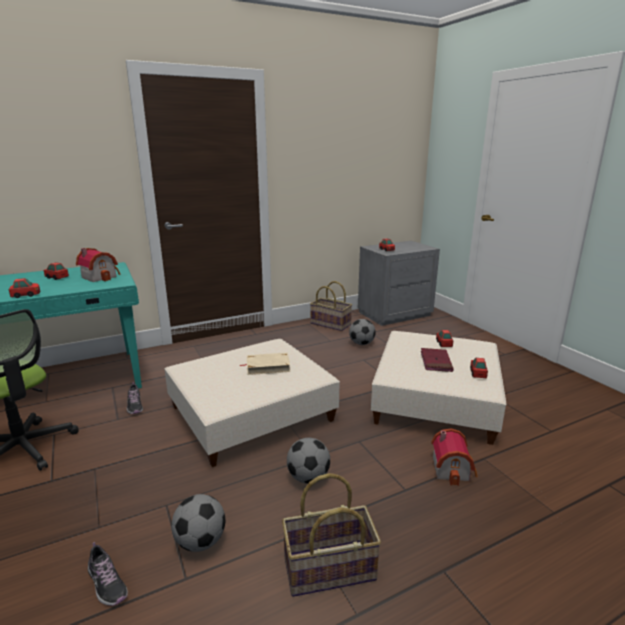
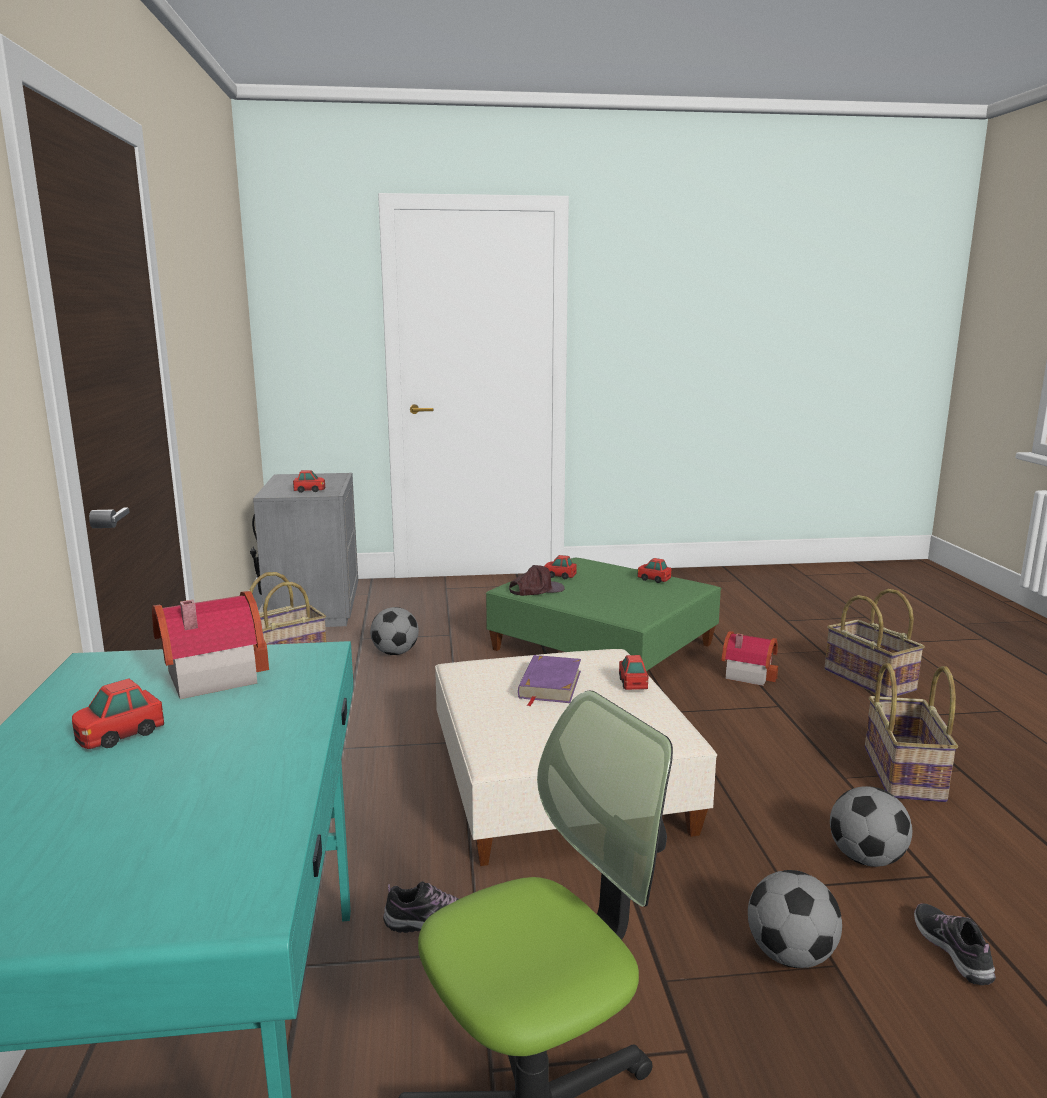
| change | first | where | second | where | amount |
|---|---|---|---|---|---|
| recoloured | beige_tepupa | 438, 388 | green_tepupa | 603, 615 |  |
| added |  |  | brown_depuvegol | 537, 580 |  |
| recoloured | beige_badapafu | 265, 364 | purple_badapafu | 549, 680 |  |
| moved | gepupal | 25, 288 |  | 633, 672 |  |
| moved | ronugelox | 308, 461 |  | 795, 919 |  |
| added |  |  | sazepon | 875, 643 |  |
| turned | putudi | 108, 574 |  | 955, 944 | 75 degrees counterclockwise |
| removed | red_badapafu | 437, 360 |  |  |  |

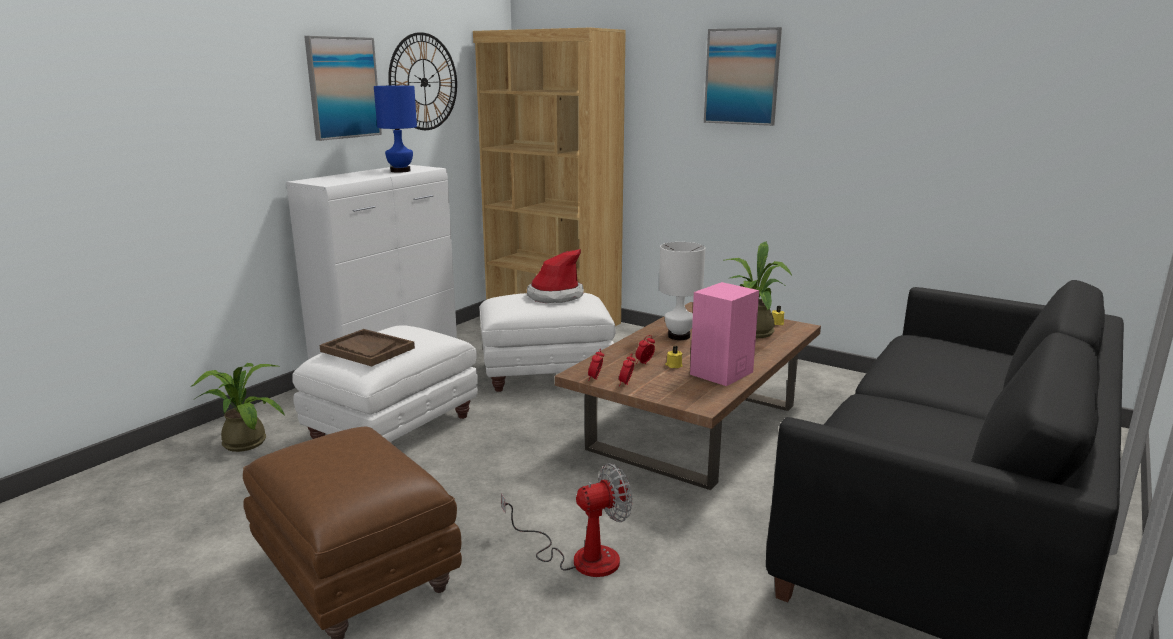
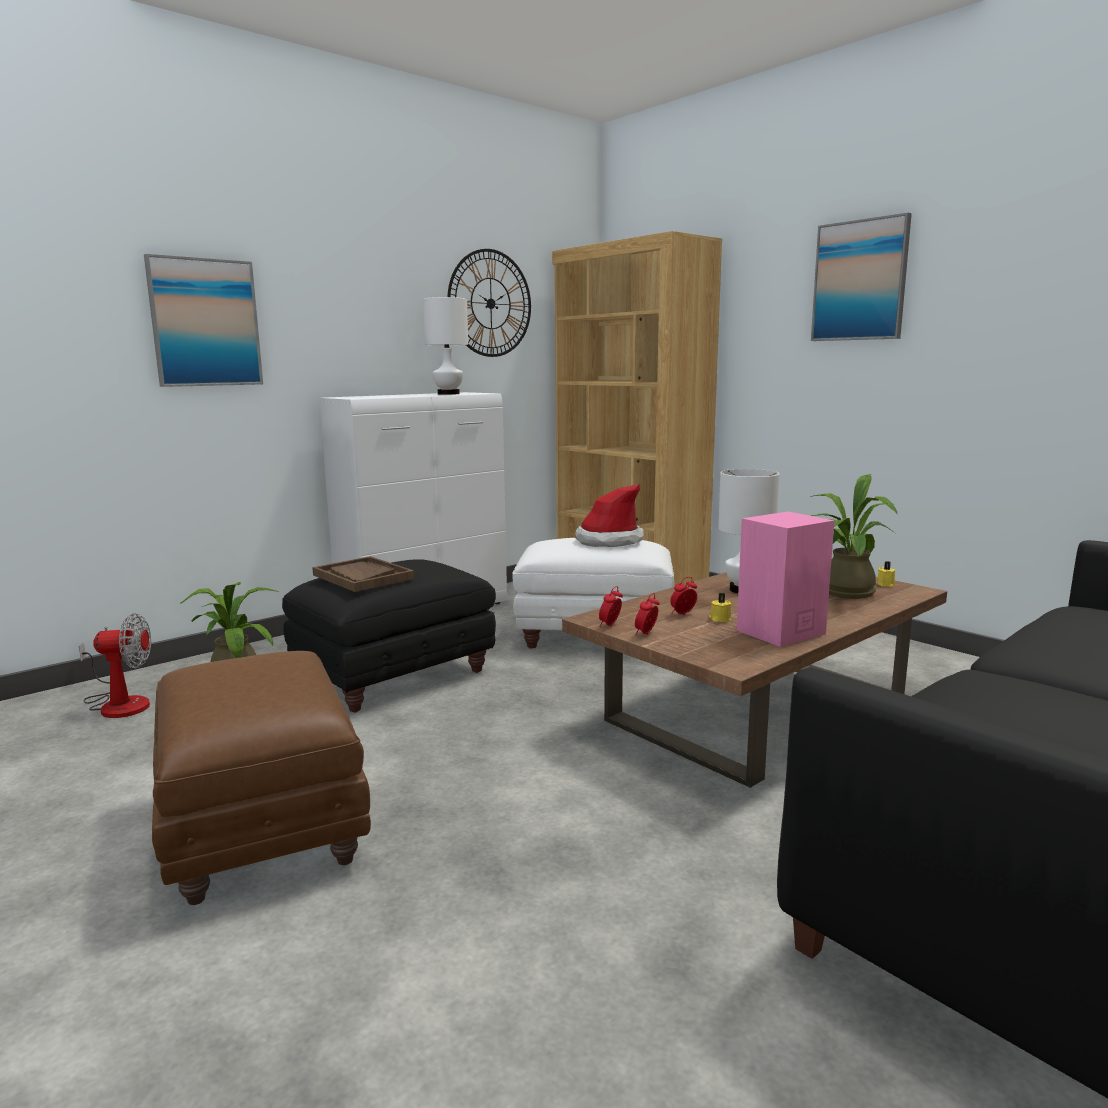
| change | first | where | second | where | amount |
|---|---|---|---|---|---|
| moved | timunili | 566, 520 |  | 115, 665 |  |
| moved | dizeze | 343, 88 |  | 203, 320 |  |
| recoloured | white_tepupa | 385, 383 | black_tepupa | 389, 635 |  |
| recoloured | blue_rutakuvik | 395, 129 | white_rutakuvik | 445, 346 |  |

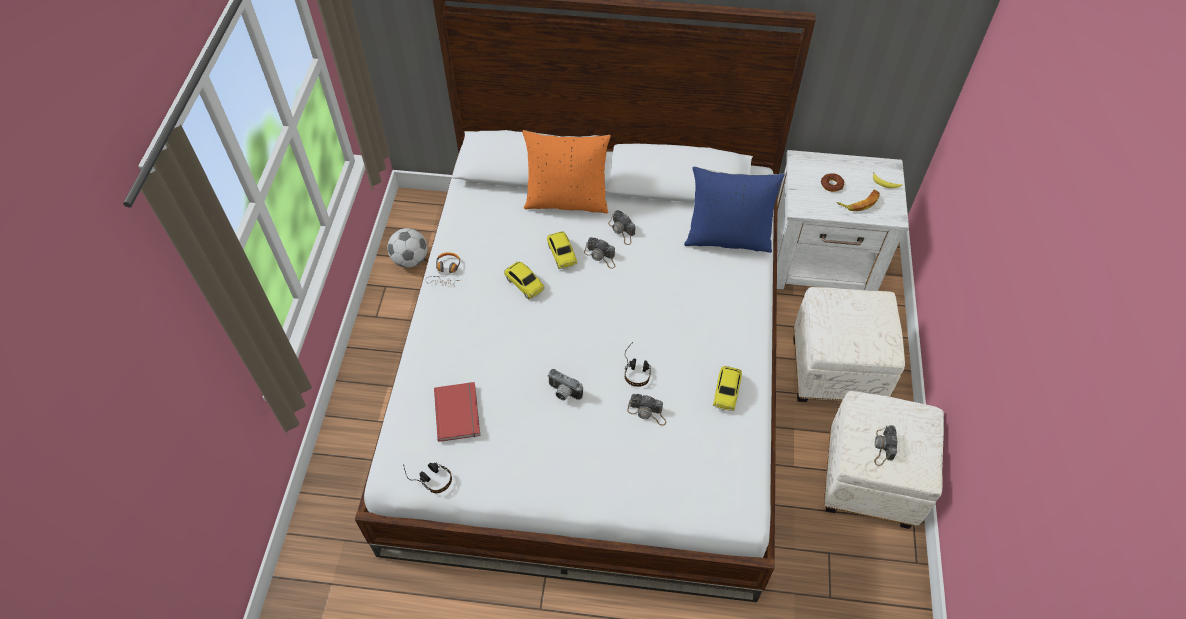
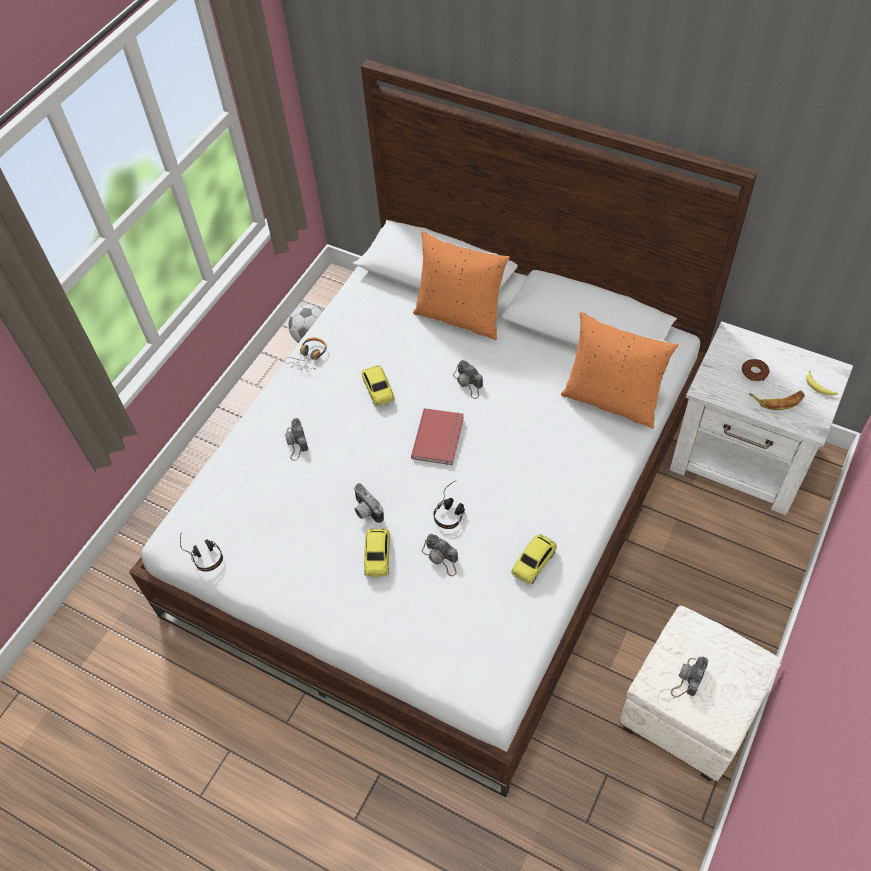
| change | first | where | second | where | amount |
|---|---|---|---|---|---|
| moved | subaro | 621, 227 |  | 296, 439 |  |
| moved | gepupal | 562, 250 |  | 377, 553 |  |
| moved | red_badapafu | 457, 412 |  | 437, 436 |  |
| recoloured | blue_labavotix | 734, 209 | orange_labavotix | 620, 370 |  |
| removed | white_tepupa | 849, 344 |  |  |  |

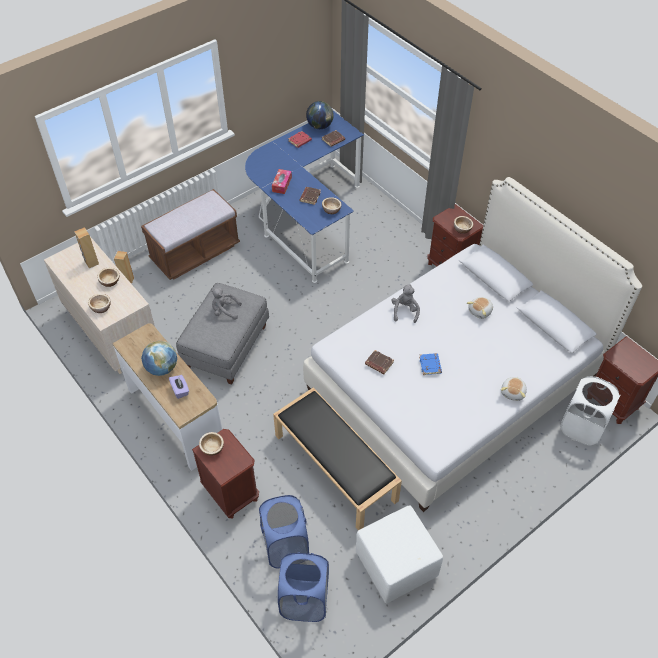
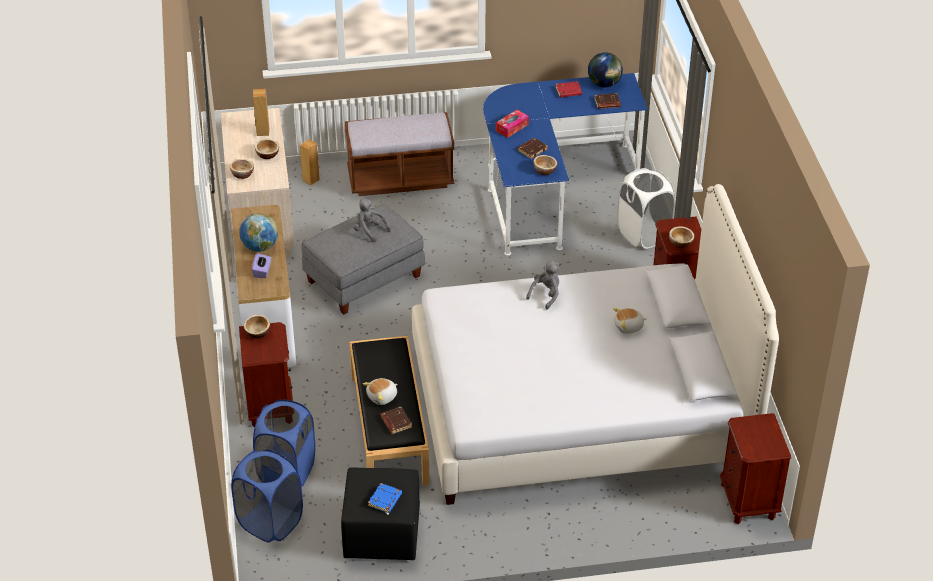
| change | first | where | second | where | amount |
|---|---|---|---|---|---|
| recoloured | white_tepupa | 399, 554 | black_tepupa | 380, 513 |  |
| moved | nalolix | 514, 389 |  | 380, 391 |  |
| moved | blue_badapafu | 430, 364 |  | 385, 498 |  |
| moved | brown_badapafu | 379, 362 |  | 396, 420 |  |
| moved | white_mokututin | 590, 410 |  | 646, 208 |  |

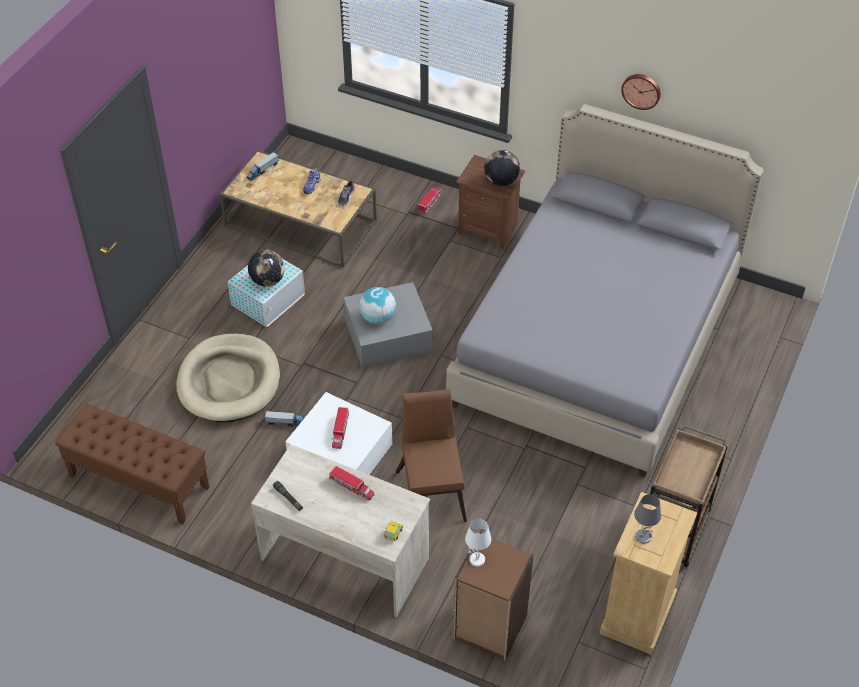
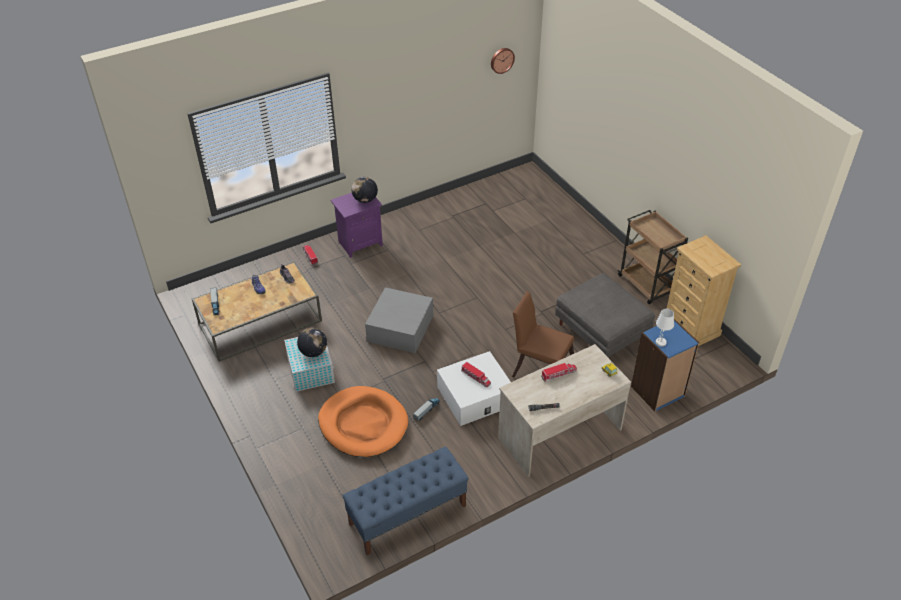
| change | first | where | second | where | amount |
|---|---|---|---|---|---|
| recoloured | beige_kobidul | 228, 378 | orange_kobidul | 363, 421 |  |
| recoloured | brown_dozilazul | 490, 202 | purple_dozilazul | 357, 225 |  |
| recoloured | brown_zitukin | 132, 464 | blue_zitukin | 405, 501 |  |
| moved | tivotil | 641, 92 |  | 503, 61 |  |
| added |  |  | grey_tepupa | 605, 315 |  |
| recoloured | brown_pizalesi | 493, 597 | blue_pizalesi | 665, 365 |  |
| removed | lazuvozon | 377, 305 |  |  |  |
| removed | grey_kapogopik | 605, 290 |  |  |  |
| removed | grey_rutakuvik | 647, 519 |  |  |  |

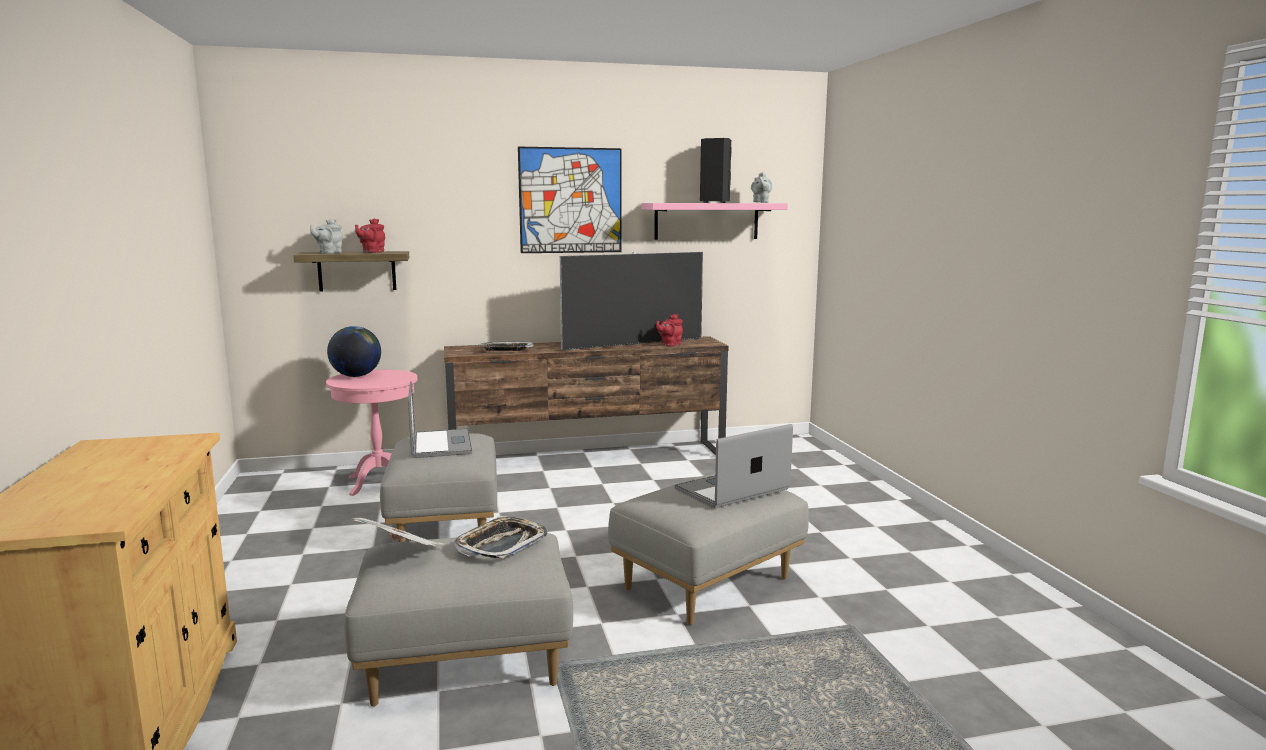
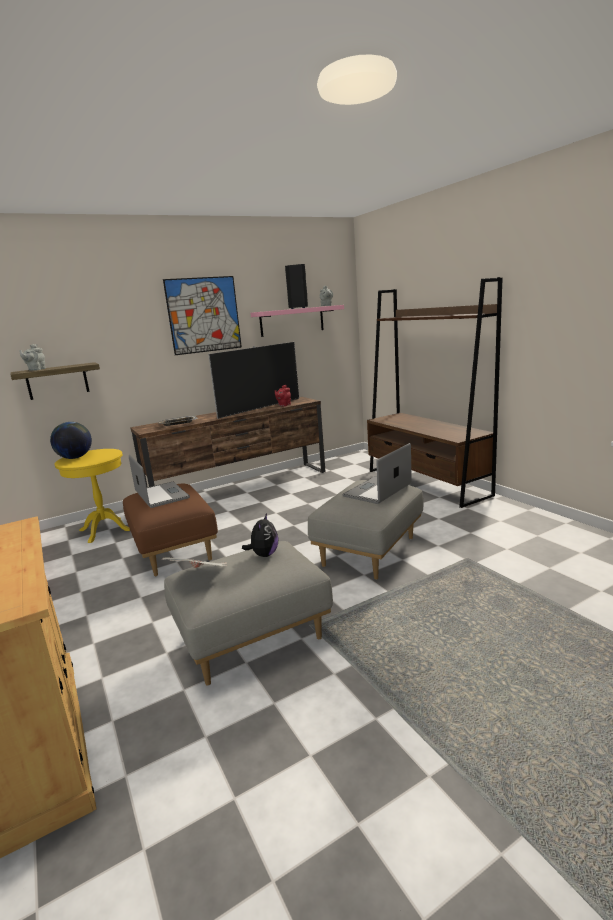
| change | first | where | second | where | amount |
|---|---|---|---|---|---|
| recoloured | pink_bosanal | 371, 433 | yellow_bosanal | 92, 496 |  |
| recoloured | grey_tepupa | 438, 487 | brown_tepupa | 170, 529 |  |
| replaced | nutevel | 501, 537 | nalolix | 260, 535 |  |
| added |  |  | brown_pizalesi | 435, 392 |  |
| removed | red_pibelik | 370, 236 |  |  |  |

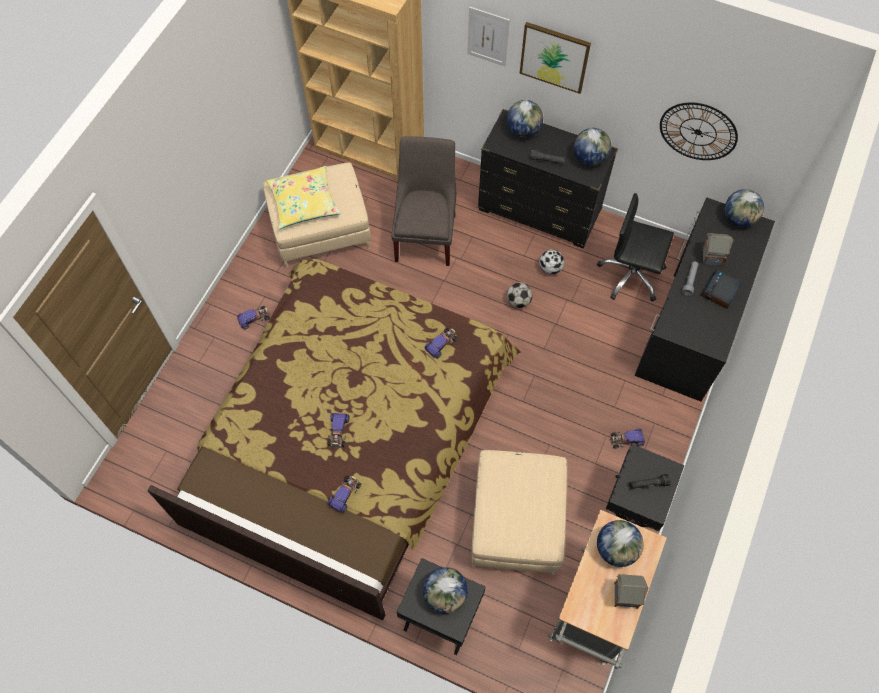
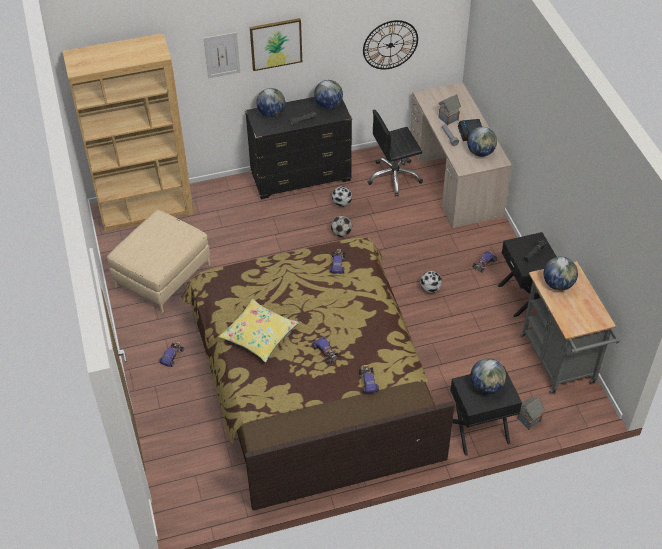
| change | first | where | second | where | amount |
|---|---|---|---|---|---|
| moved | yellow_labavotix | 303, 197 |  | 259, 330 |  |
| recoloured | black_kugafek | 704, 299 | beige_kugafek | 461, 155 |  |
| added |  |  | ronugelox | 431, 282 |  |
| moved | lazuvozon | 744, 208 |  | 482, 142 |  |
| moved | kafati | 631, 591 |  | 531, 413 |  |
| removed | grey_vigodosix | 423, 201 |  |  |  |
| removed | beige_tepupa | 519, 512 |  |  |  |

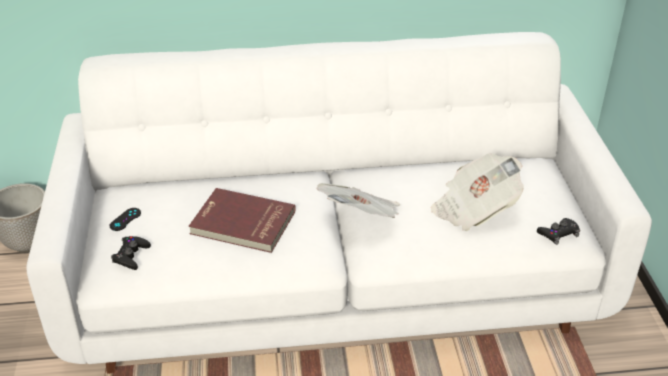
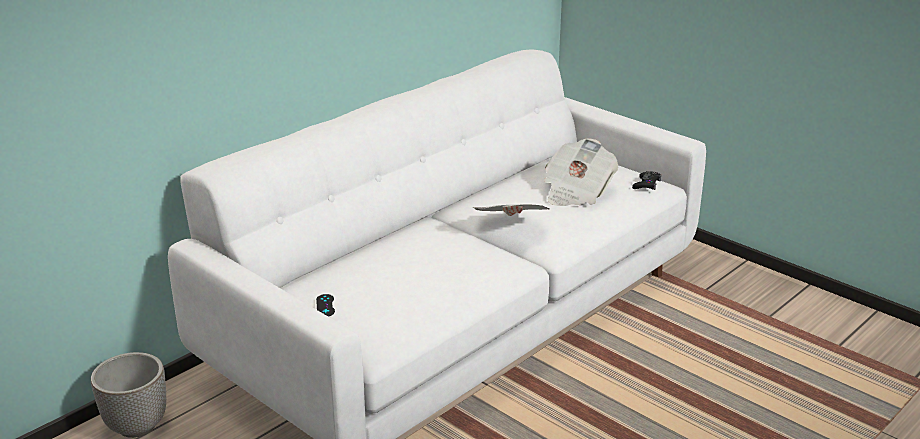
| change | first | where | second | where | amount |
|---|---|---|---|---|---|
| removed | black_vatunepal | 131, 253 |  |  |  |
| removed | red_badapafu | 242, 220 |  |  |  |

